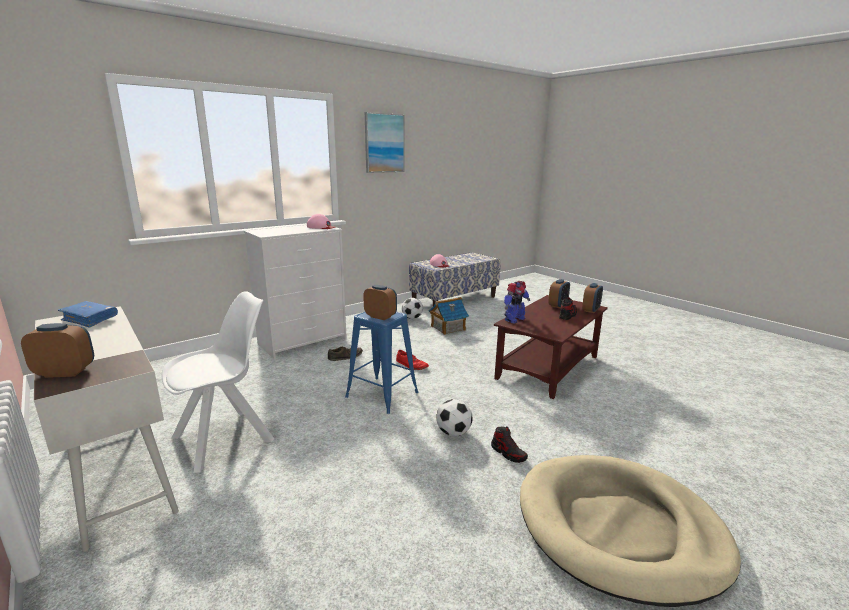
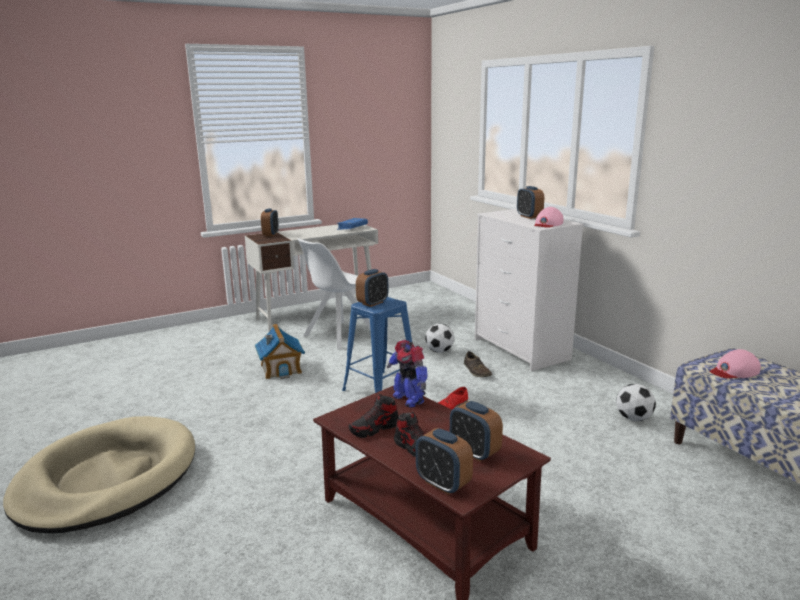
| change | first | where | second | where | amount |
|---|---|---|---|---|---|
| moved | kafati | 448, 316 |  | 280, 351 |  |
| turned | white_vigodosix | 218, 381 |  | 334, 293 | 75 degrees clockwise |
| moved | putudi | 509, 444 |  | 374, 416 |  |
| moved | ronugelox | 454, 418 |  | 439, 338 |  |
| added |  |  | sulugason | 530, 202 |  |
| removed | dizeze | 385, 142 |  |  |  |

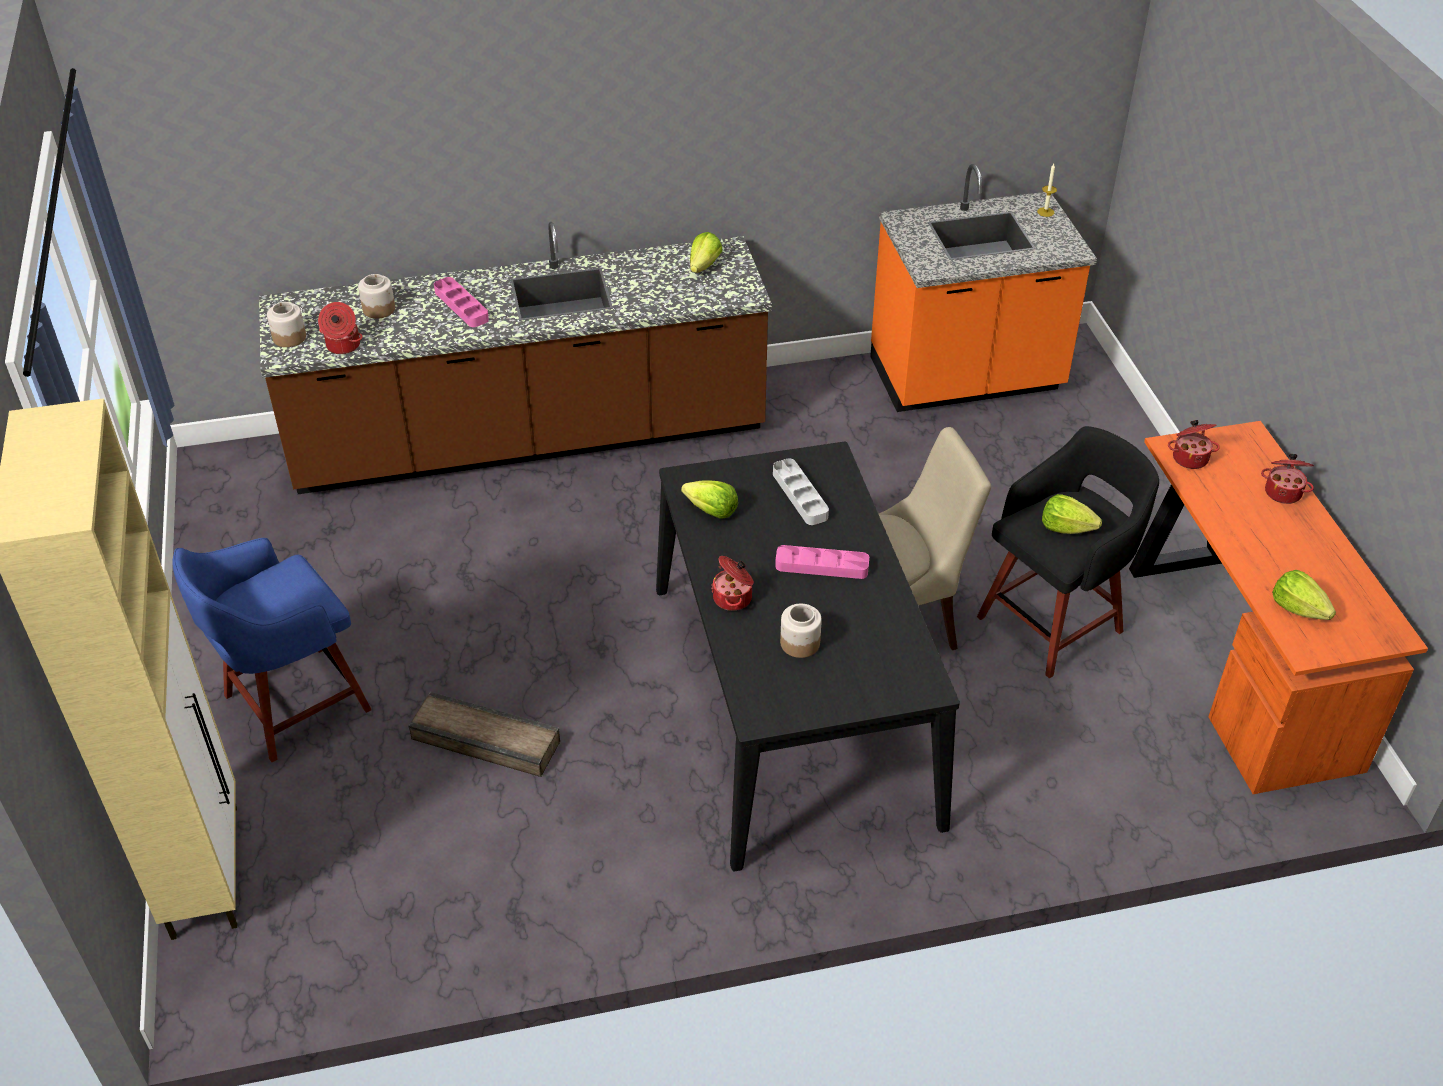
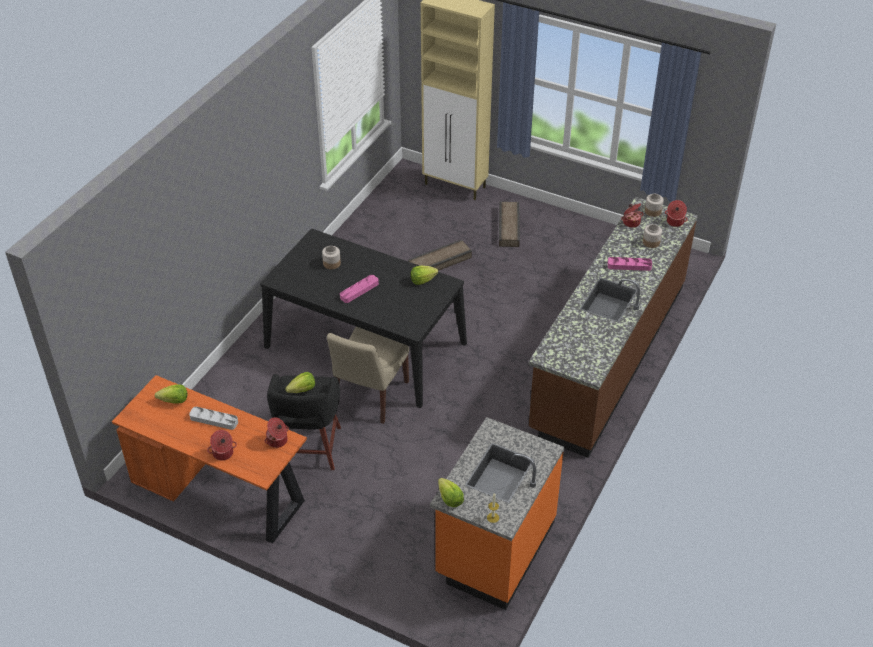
| change | first | where | second | where | amount |
|---|---|---|---|---|---|
| moved | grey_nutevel | 801, 492 |  | 213, 418 |  |
| moved | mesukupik | 706, 252 |  | 451, 492 |  |
| replaced | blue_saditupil | 272, 650 | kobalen | 509, 224 |  |
| moved | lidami | 732, 583 |  | 676, 213 |  |

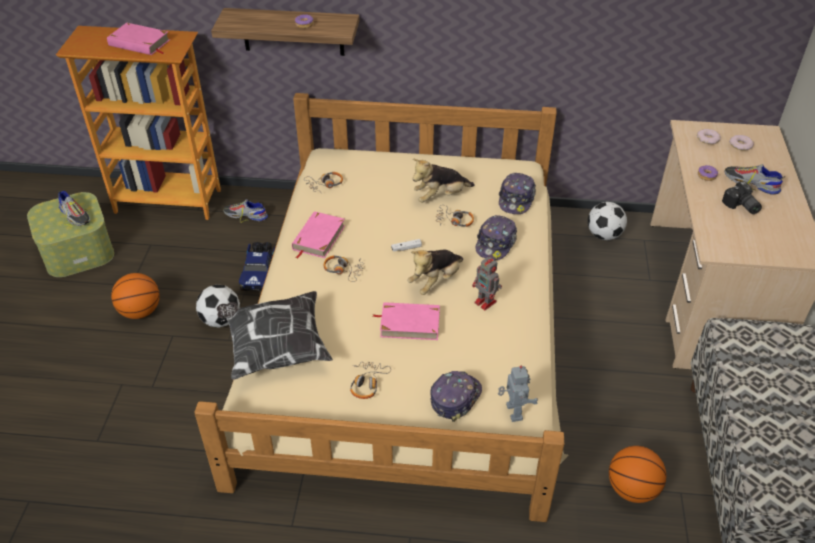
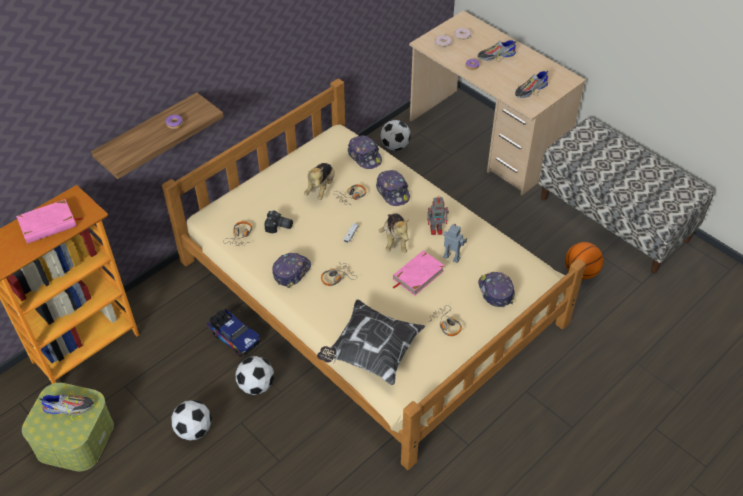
| change | first | where | second | where | amount |
|---|---|---|---|---|---|
| replaced | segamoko | 135, 296 | ronugelox | 191, 420 |  |
| moved | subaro | 742, 197 |  | 278, 221 |  |
| replaced | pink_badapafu | 318, 235 | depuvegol | 291, 270 |  |
| moved | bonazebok | 518, 394 |  | 455, 243 |  |
| moved | putudi | 245, 211 |  | 531, 84 |  |

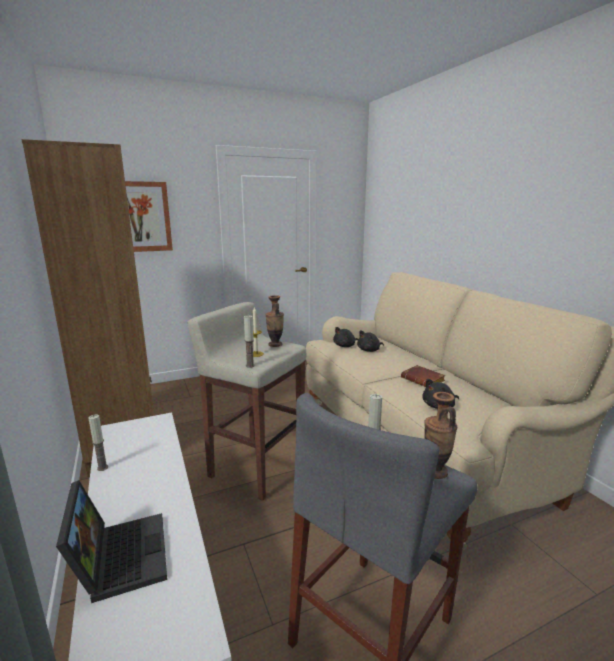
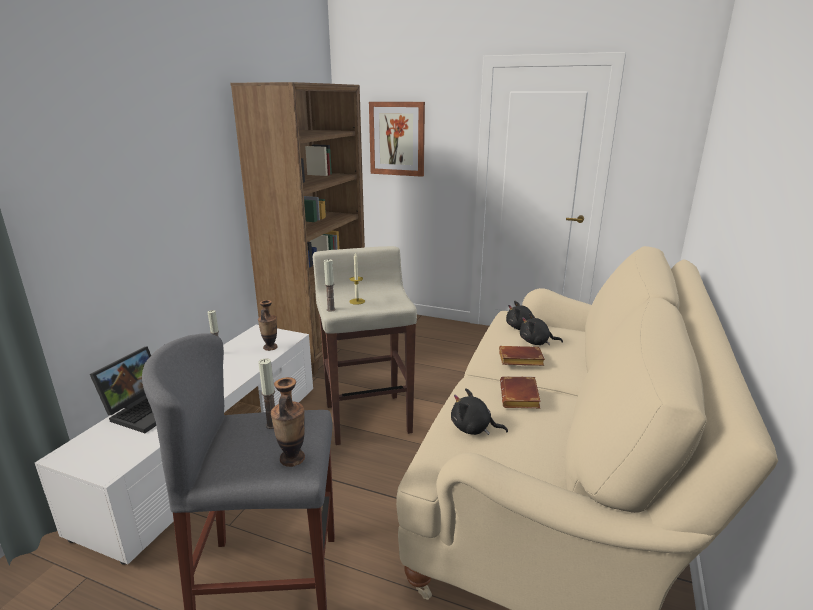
| change | first | where | second | where | amount |
|---|---|---|---|---|---|
| moved | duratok | 274, 321 |  | 268, 325 |  |
| added |  |  | brown_badapafu | 522, 356 |  |

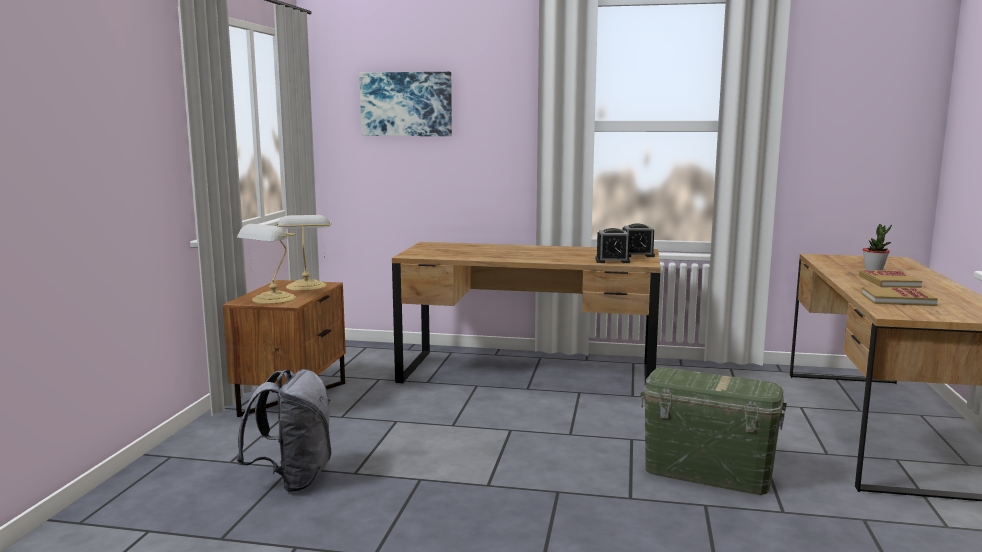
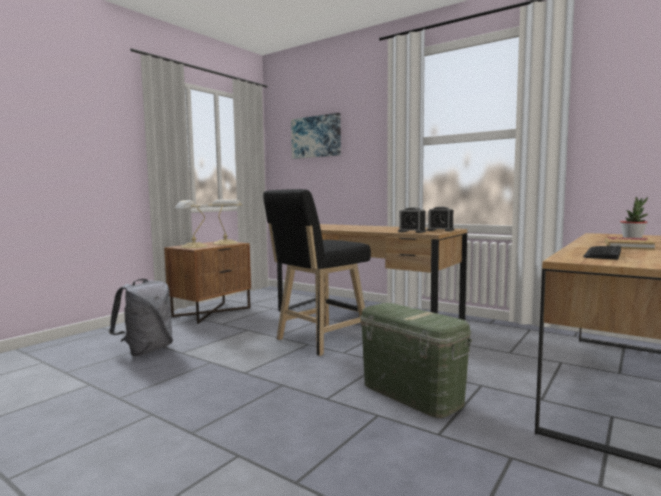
| change | first | where | second | where | amount |
|---|---|---|---|---|---|
| added |  |  | black_saditupil | 317, 272 |  |
| replaced | badapafu | 899, 296 | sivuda | 602, 253 |  |

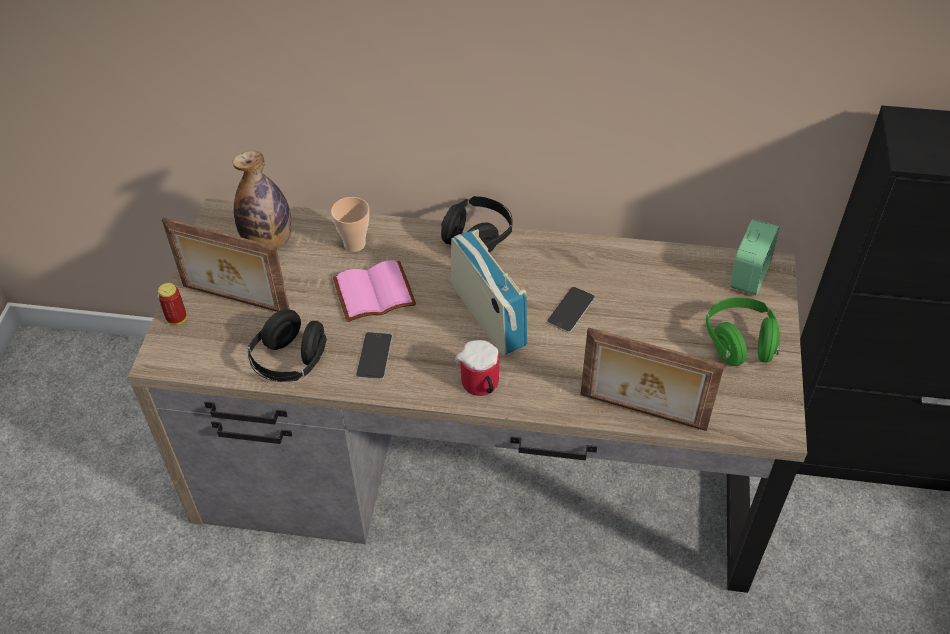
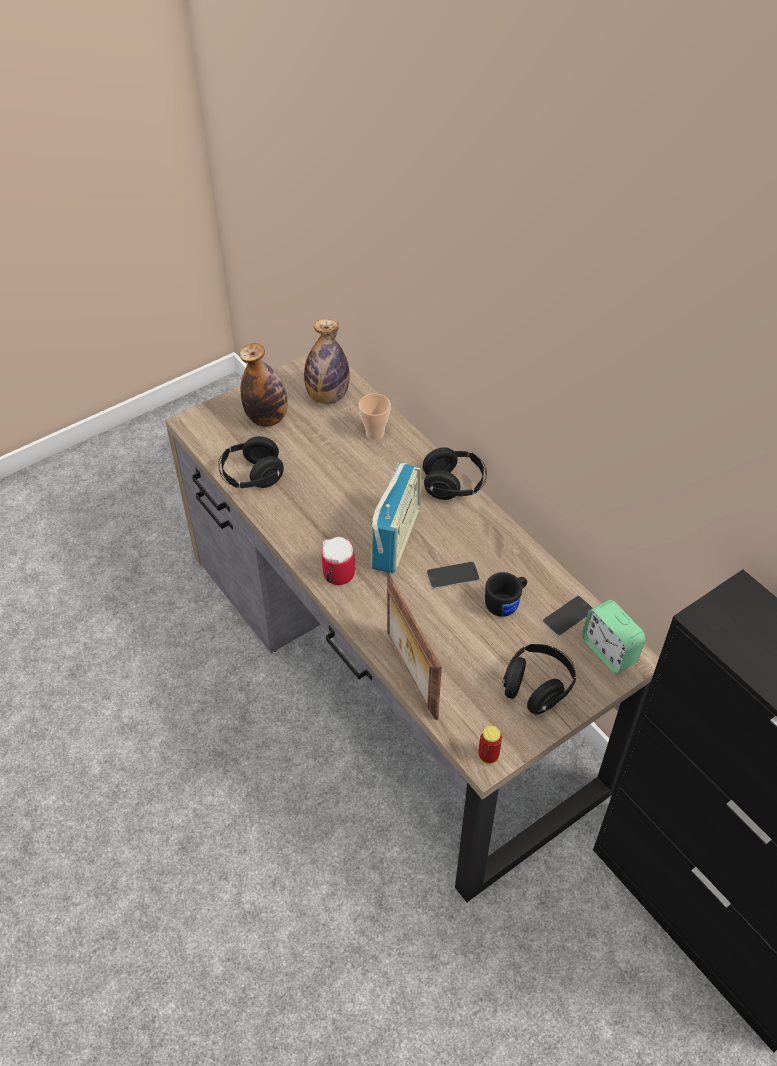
| change | first | where | second | where | amount |
|---|---|---|---|---|---|
| replaced | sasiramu | 226, 265 | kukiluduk | 264, 385 |  |
| moved | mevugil | 172, 304 |  | 490, 745 |  |
| added |  |  | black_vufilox | 506, 594 |  |
| recoloured | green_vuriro | 743, 331 | black_vuriro | 539, 679 |  |
| moved | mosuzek | 374, 356 |  | 567, 616 |  |
| turned | sulugason | 754, 257 |  | 614, 637 | 75 degrees clockwise |
| removed | pink_badapafu | 374, 291 |  |  |  |

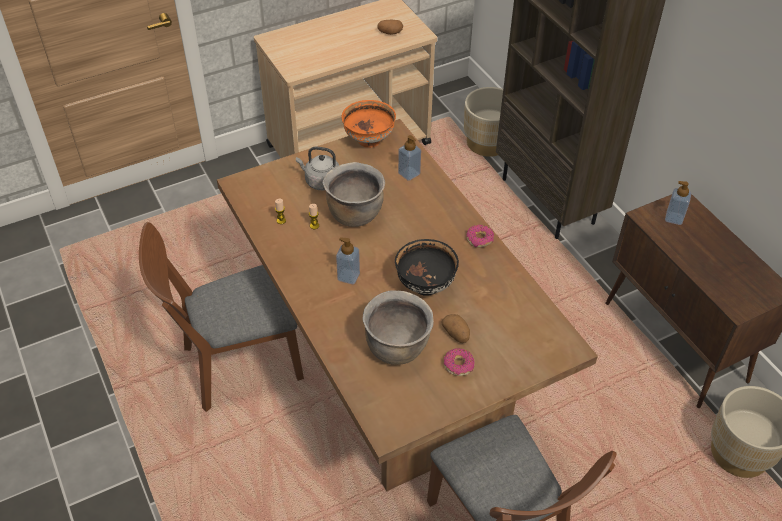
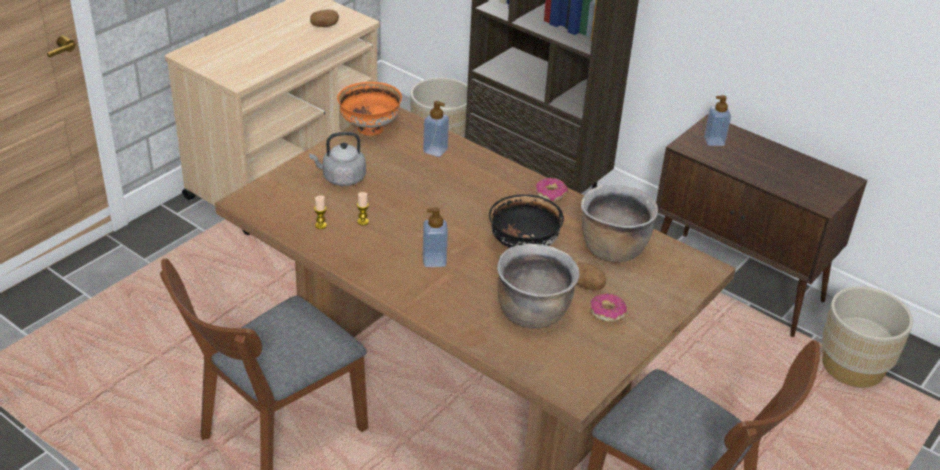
| change | first | where | second | where | amount |
|---|---|---|---|---|---|
| moved | brown_lidami | 354, 194 |  | 619, 223 |  |

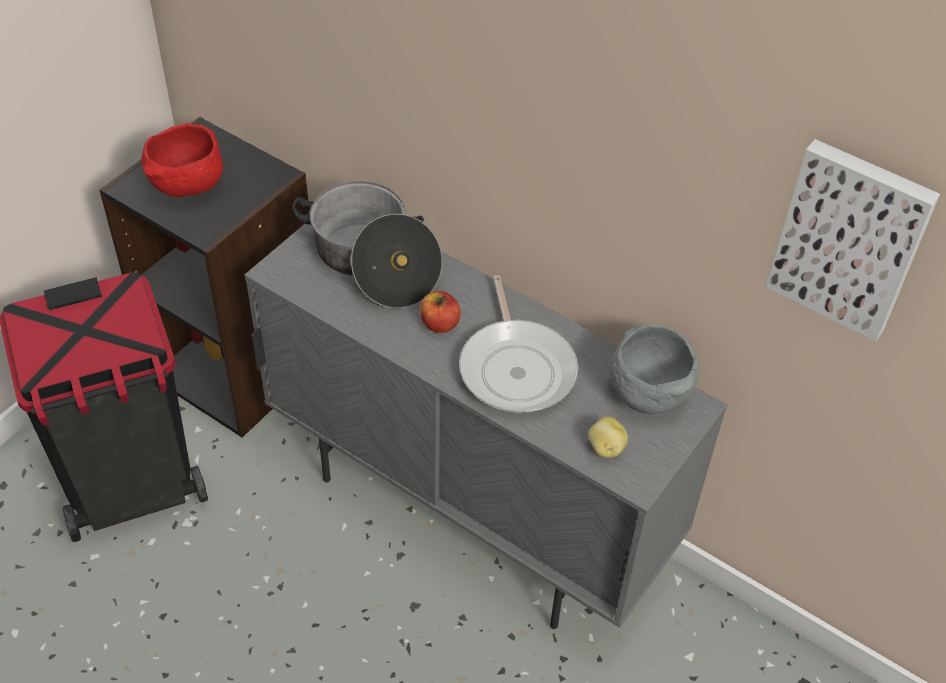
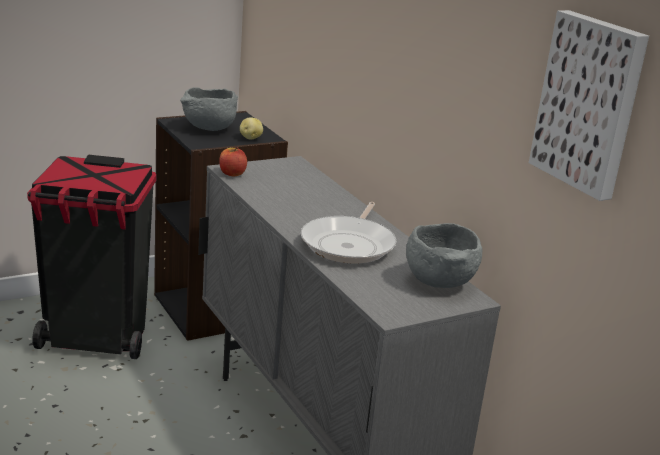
| change | first | where | second | where | amount |
|---|---|---|---|---|---|
| recoloured | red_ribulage | 182, 160 | grey_ribulage | 209, 109 |  |
| moved | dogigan | 440, 312 |  | 233, 161 |  |
| moved | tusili | 608, 437 |  | 251, 128 |  |
| removed | lidami | 367, 244 |  |  |  |

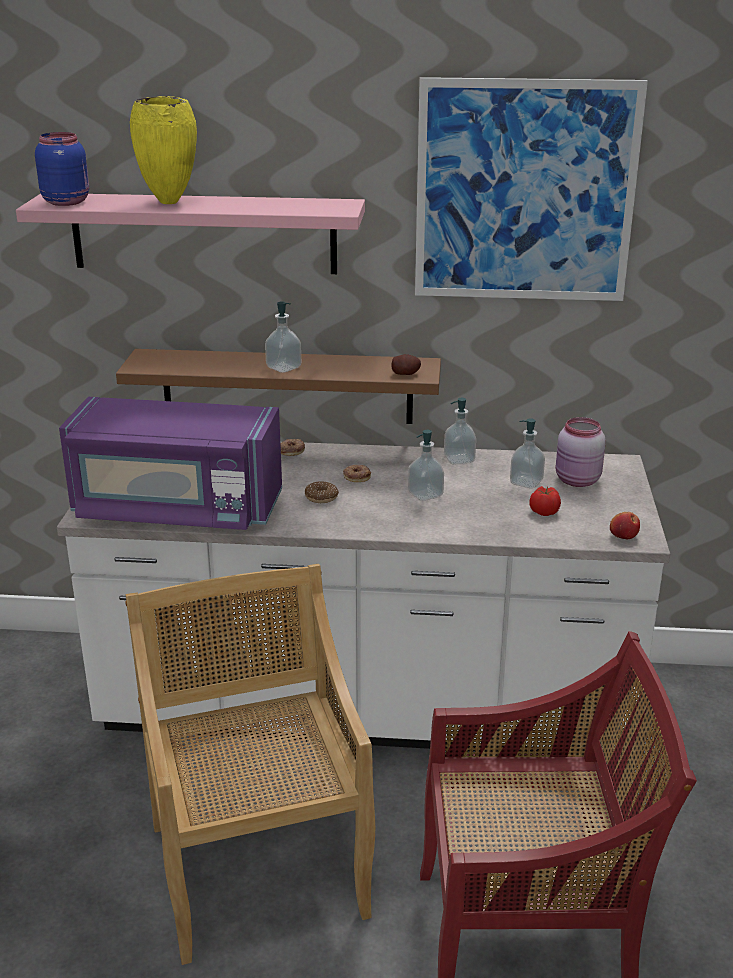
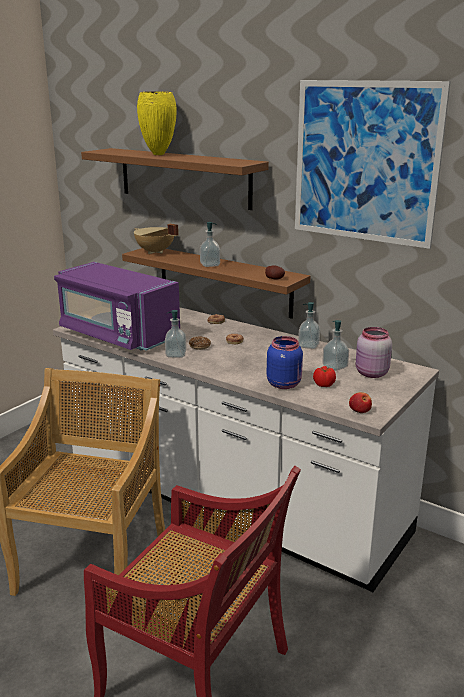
| change | first | where | second | where | amount |
|---|---|---|---|---|---|
| recoloured | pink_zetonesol | 190, 234 | brown_zetonesol | 175, 179 |  |
| added |  |  | beige_lidami | 156, 239 |  |
| moved | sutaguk | 426, 465 |  | 176, 334 |  |
| moved | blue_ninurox | 62, 169 |  | 285, 362 |  |

